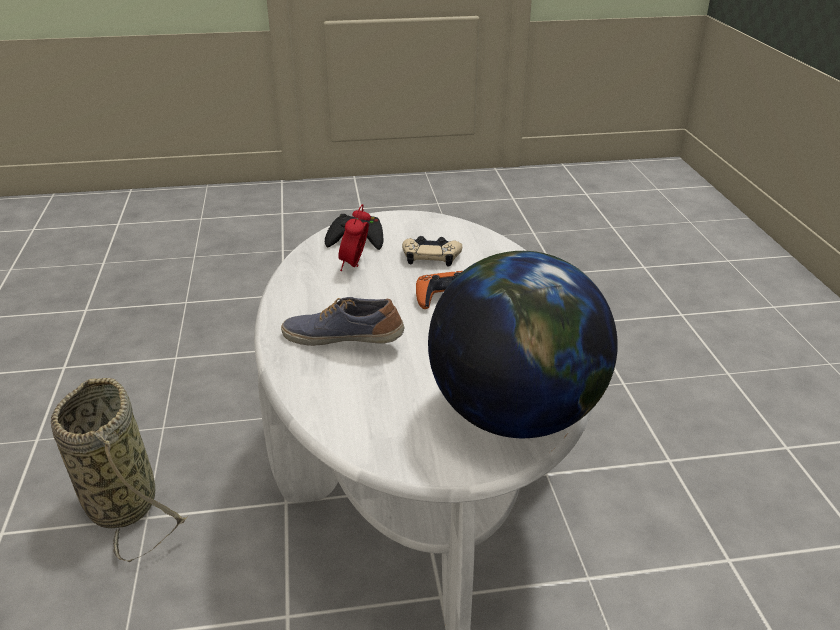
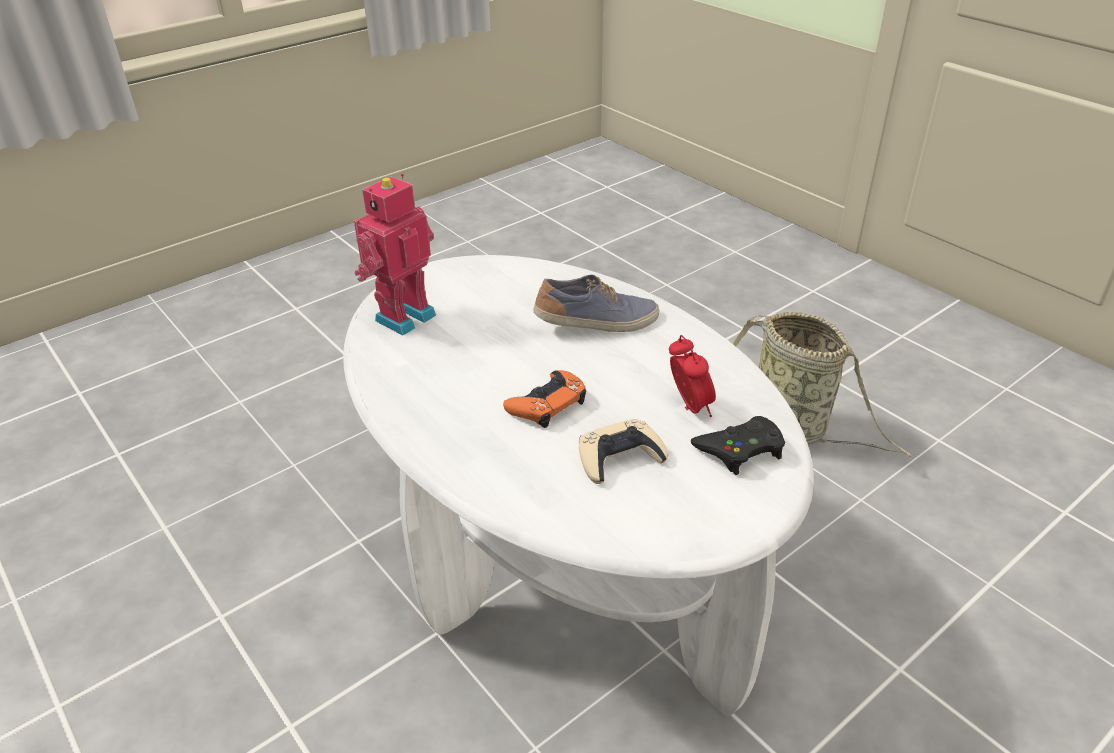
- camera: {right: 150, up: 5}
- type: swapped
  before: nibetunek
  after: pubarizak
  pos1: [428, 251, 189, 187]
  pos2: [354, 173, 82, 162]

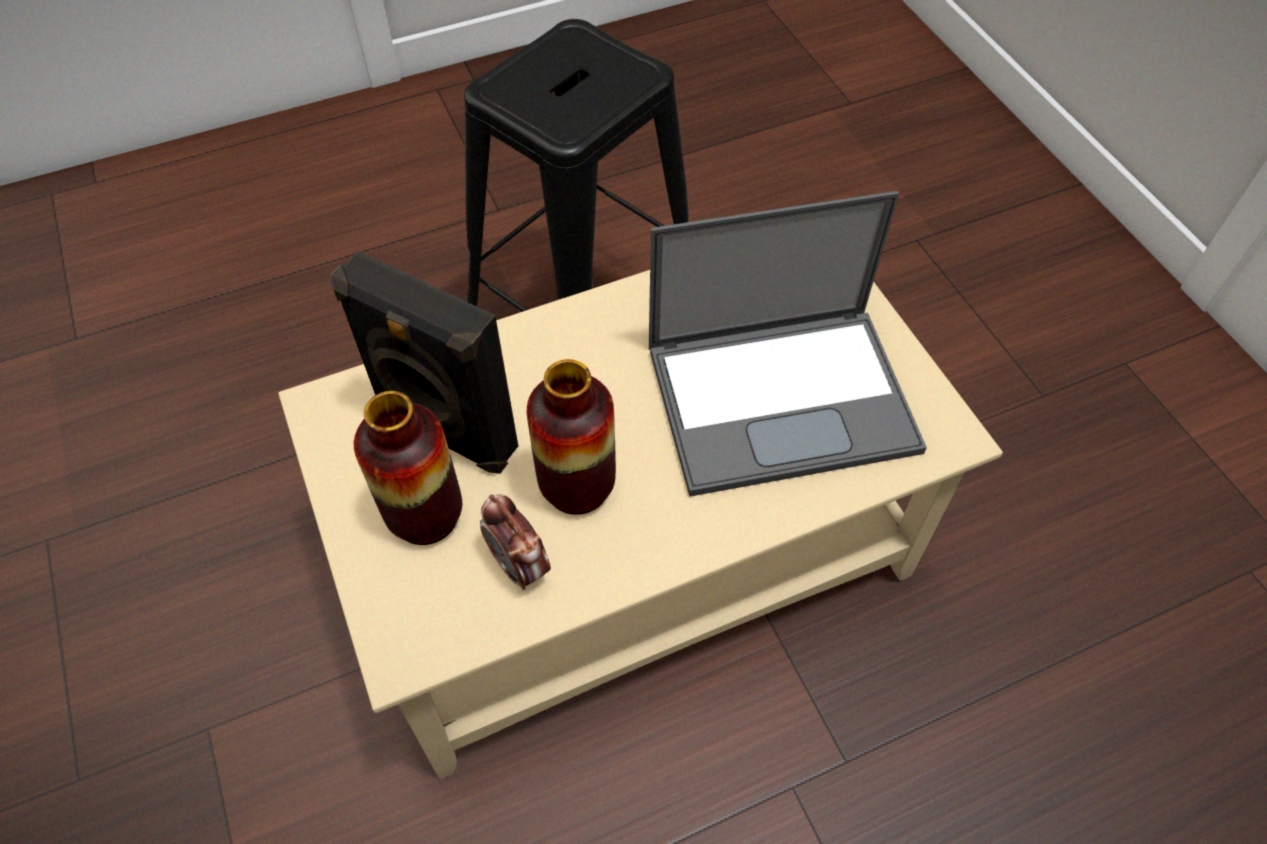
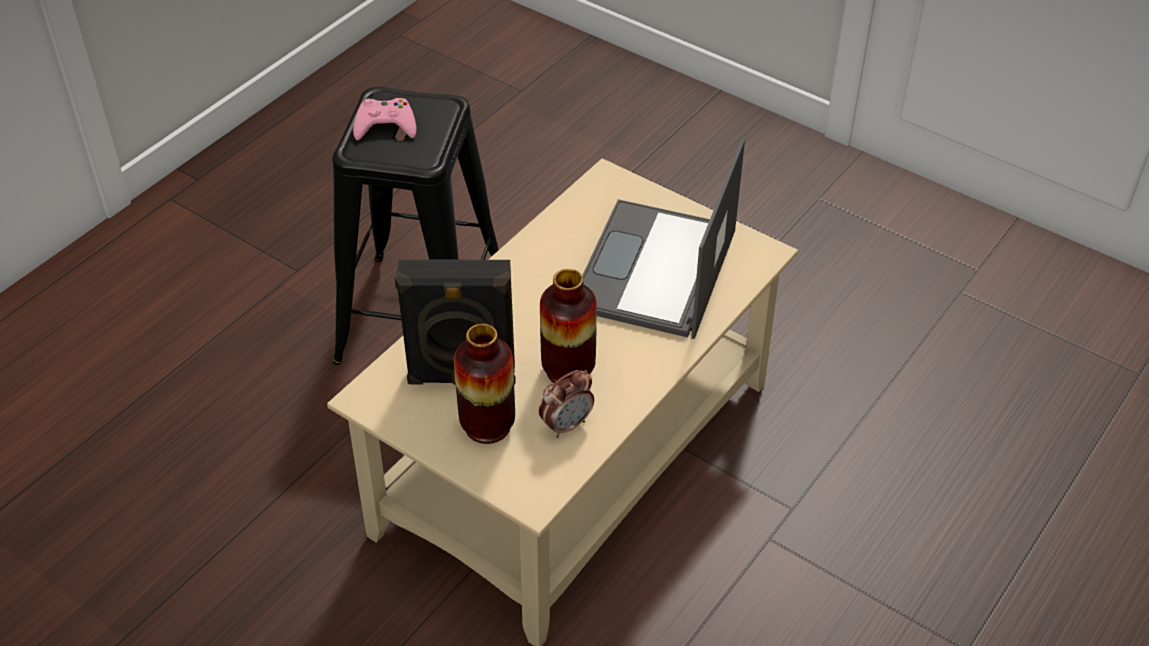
- camera: {right: -30, up: -10}
- type: rotated
  before: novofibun
  pos1: [480, 494, 71, 96]
  pos2: [539, 370, 55, 68]
  turn: -60
- type: rotated
  before: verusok
  pos1: [649, 191, 278, 306]
  pos2: [582, 139, 163, 200]
  turn: 150
- type: new
  after: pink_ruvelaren
  pos2: [353, 98, 64, 42]

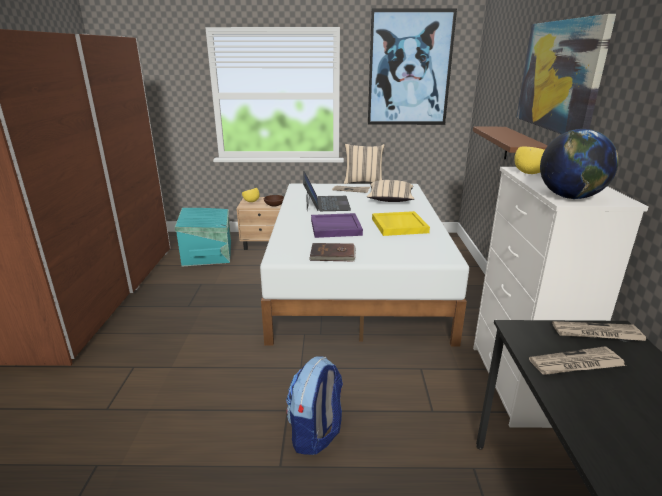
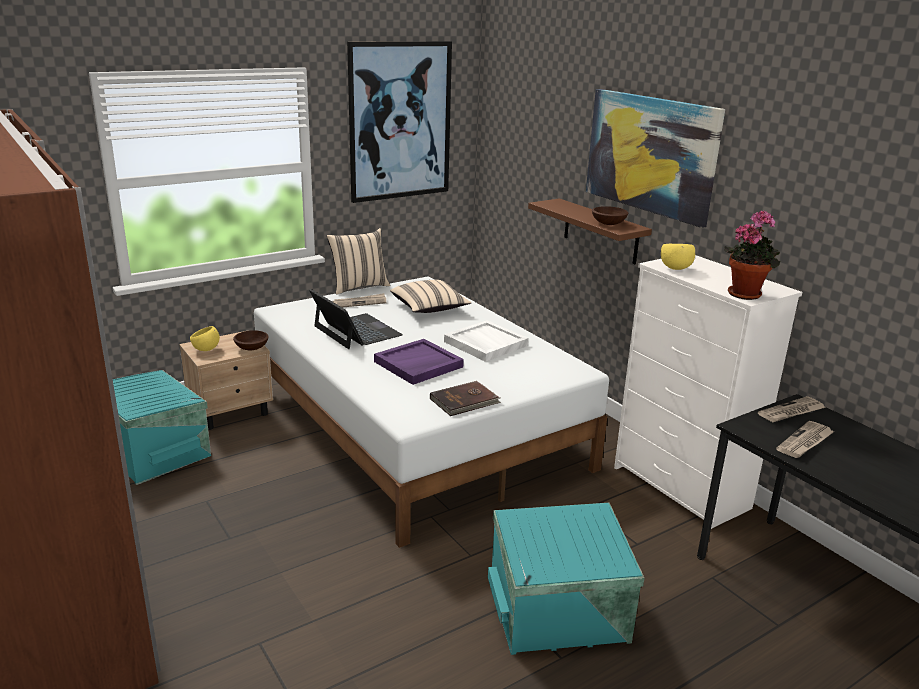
- camera: {right: -35, up: 0}
- type: swapped
  before: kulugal
  after: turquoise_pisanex
  pos1: [286, 357, 57, 98]
  pos2: [488, 503, 156, 152]
- type: repainted
  before: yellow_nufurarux
  after: white_nufurarux
  pos1: [372, 211, 58, 25]
  pos2: [444, 320, 85, 42]
- type: swapped
  before: nibetunek
  after: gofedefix
  pos1: [540, 129, 79, 70]
  pos2: [724, 211, 56, 89]
- type: new
  after: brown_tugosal
  pos2: [592, 206, 36, 19]

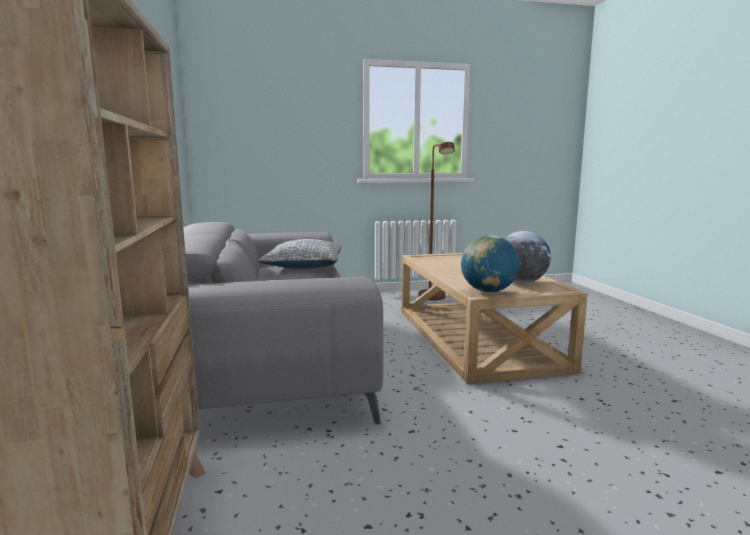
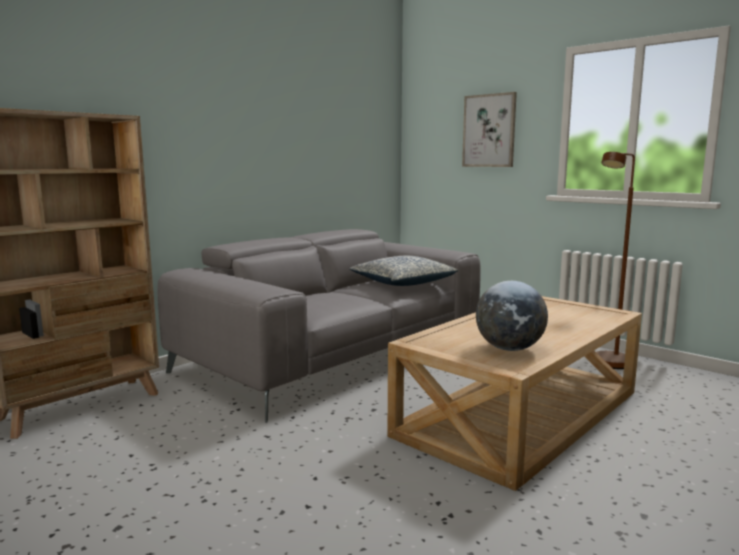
- camera: {right: 55, up: 0}
- type: gone
  before: nibetunek
  pos1: [461, 235, 59, 57]
- type: new
  after: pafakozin
  pos2: [462, 92, 55, 75]

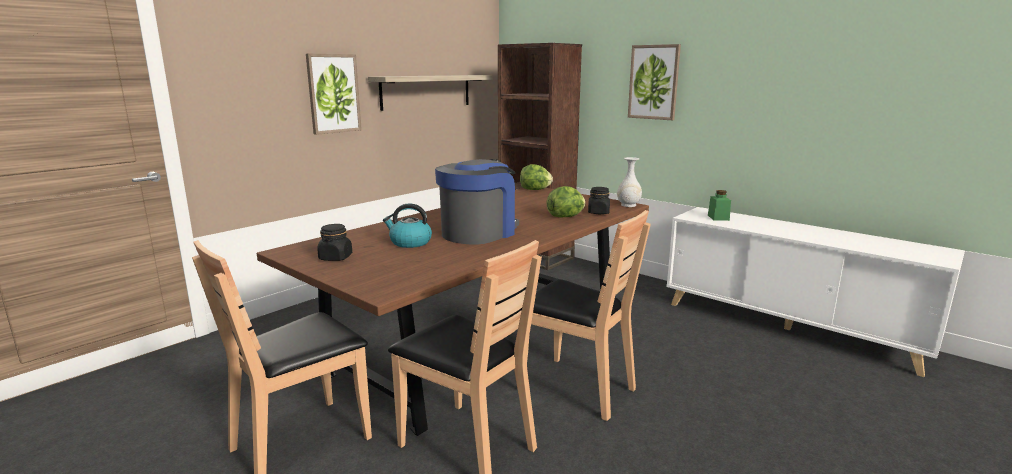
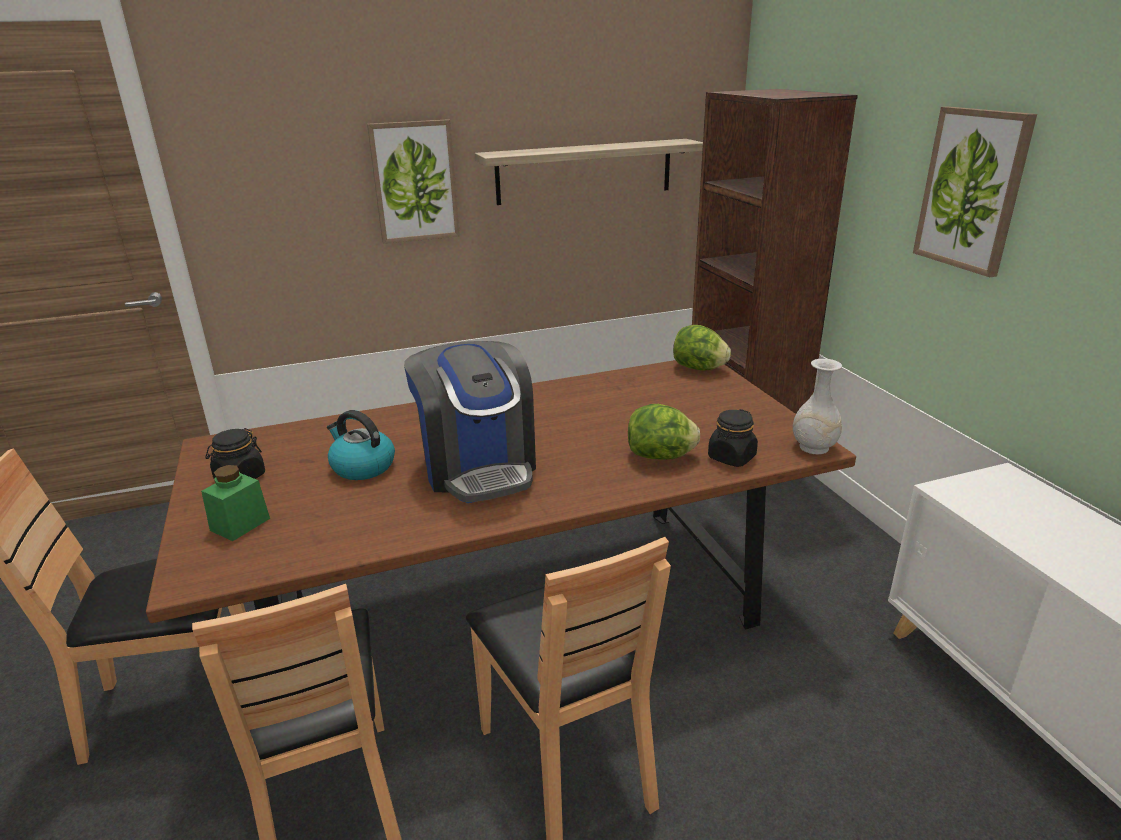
- camera: {right: 30, up: 10}
- type: rotated
  before: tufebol
  pos1: [435, 159, 84, 86]
  pos2: [404, 341, 132, 162]
  turn: 90
- type: shifted
  before: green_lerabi
  pos1: [708, 190, 23, 31]
  pos2: [201, 465, 69, 76]

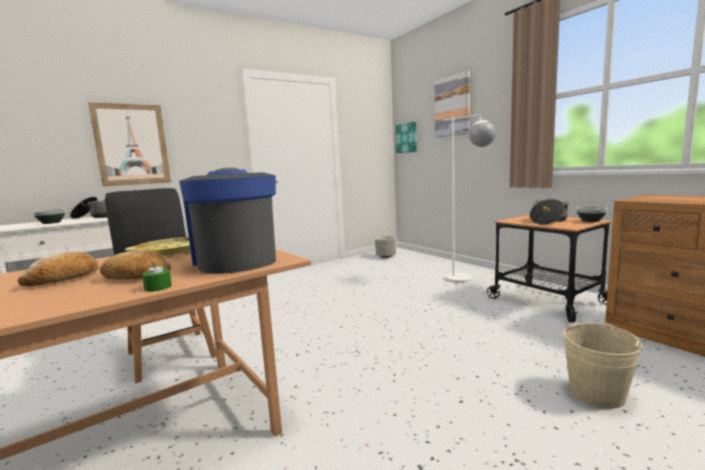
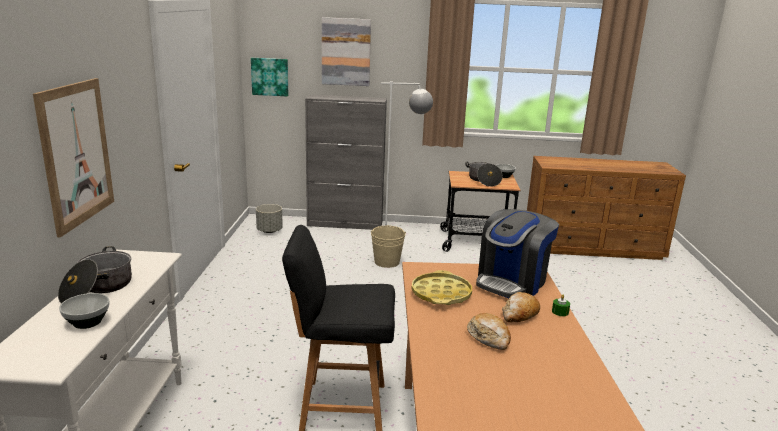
- camera: {right: -55, up: 10}
- type: rotated
  before: tufebol
  pos1: [179, 168, 97, 106]
  pos2: [476, 209, 83, 89]
  turn: -60
- type: shifted
  before: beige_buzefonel
  pos1: [563, 323, 79, 86]
  pos2: [370, 225, 36, 43]
- type: new
  after: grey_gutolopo
  pos2: [305, 95, 82, 135]

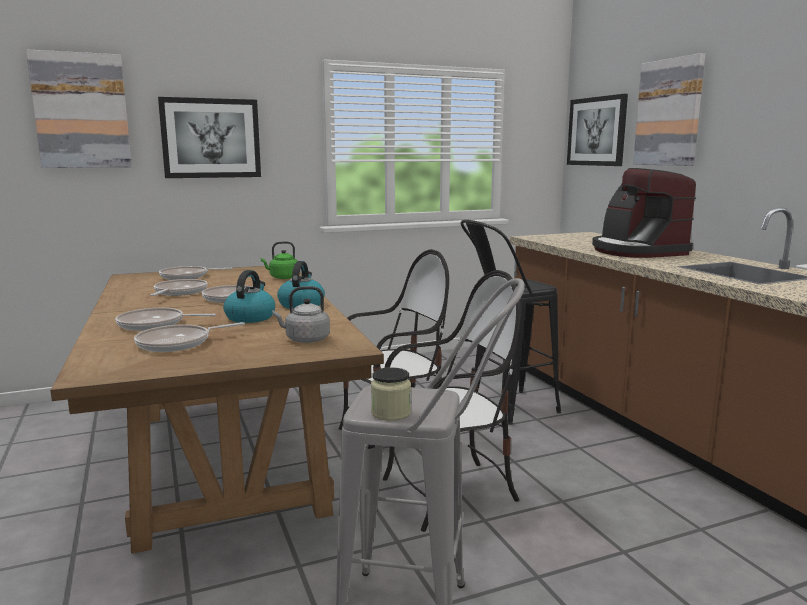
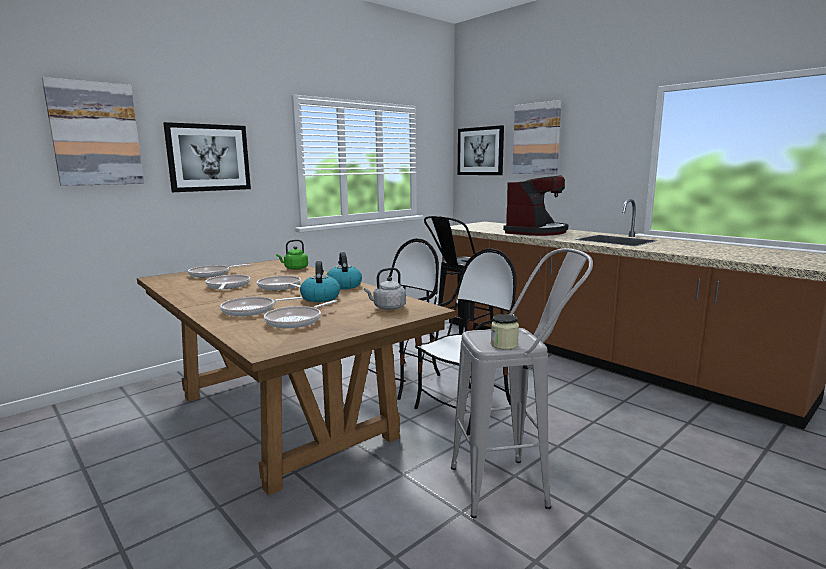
- camera: {right: -20, up: 0}
- type: rotated
  before: tufebol
  pos1: [592, 168, 104, 90]
  pos2: [503, 175, 65, 61]
  turn: -105

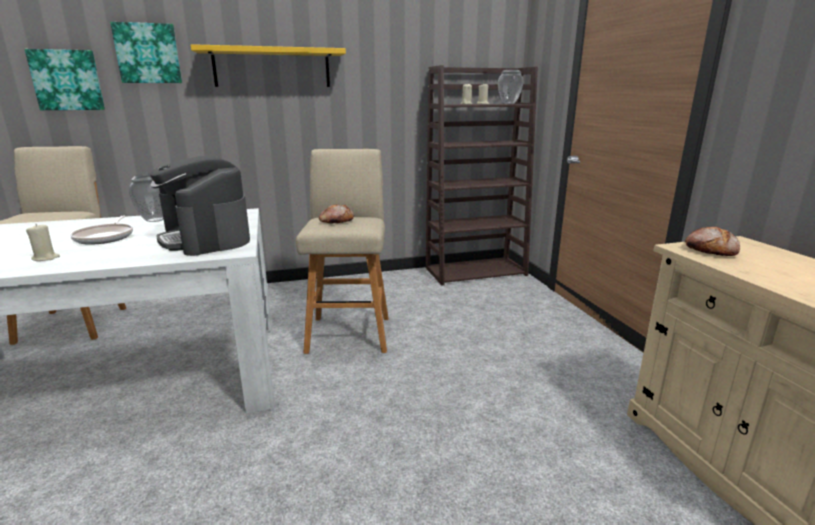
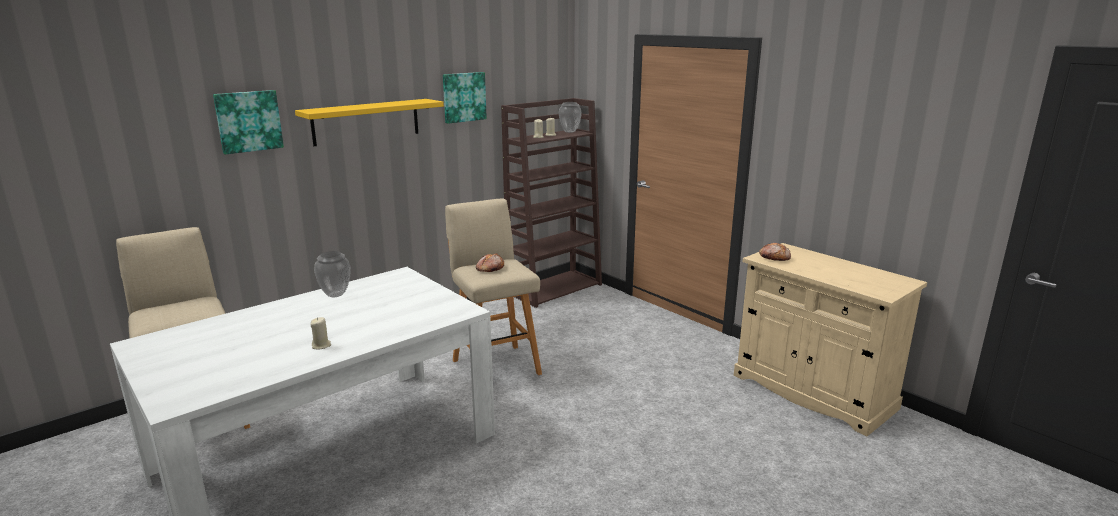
- camera: {right: -25, up: 0}
- type: shifted
  before: pafakozin
  pos1: [25, 49, 80, 61]
  pos2: [443, 72, 44, 52]
- type: gone
  before: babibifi
  pos1: [70, 216, 63, 29]
- type: gone
  before: tufebol
  pos1: [150, 156, 100, 100]

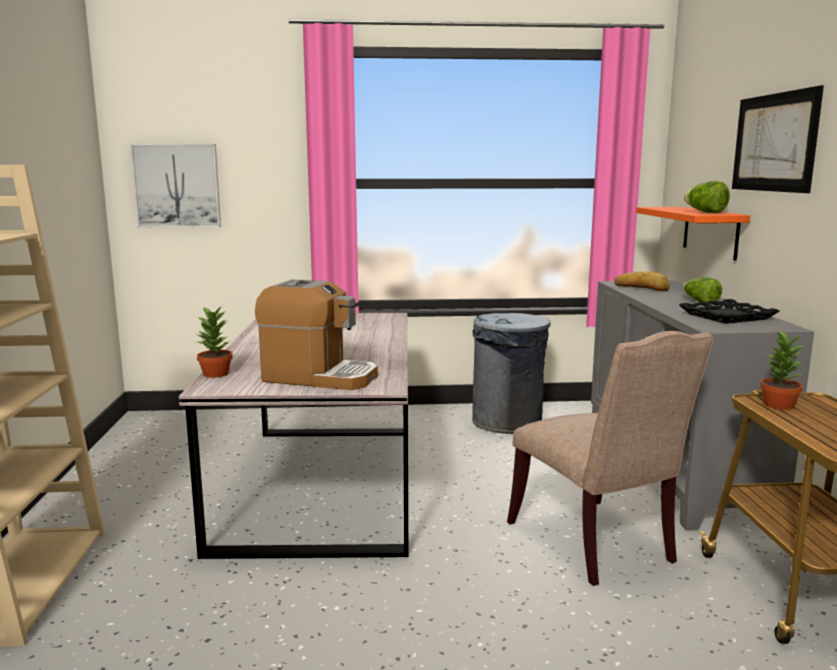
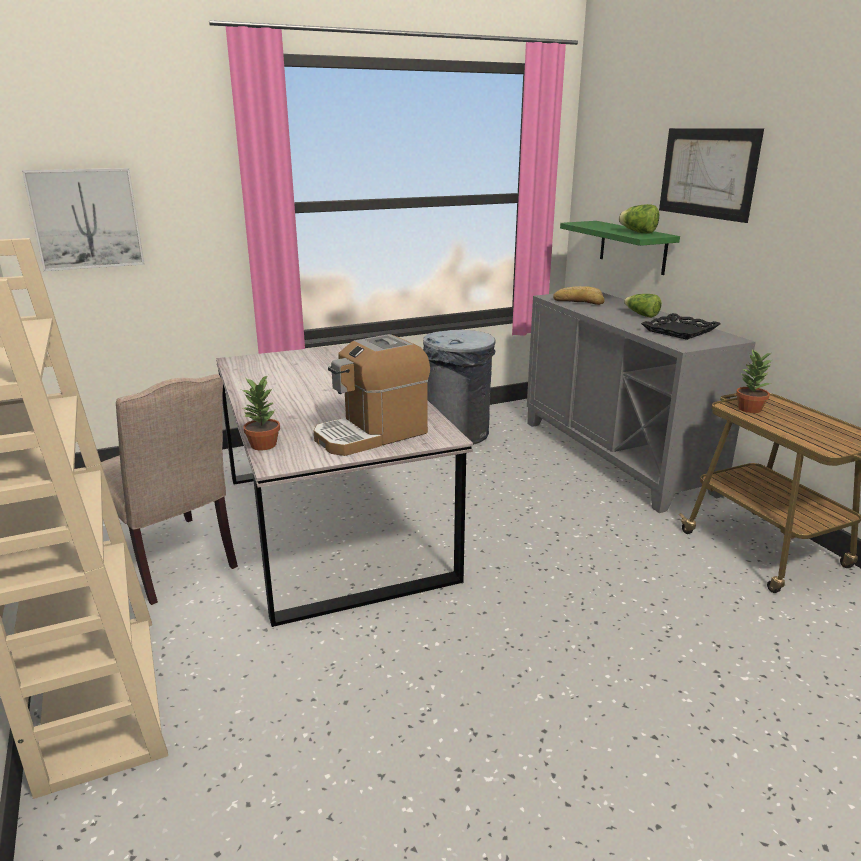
- camera: {right: -20, up: 10}
- type: rotated
  before: tufebol
  pos1: [255, 279, 123, 111]
  pos2: [314, 334, 116, 122]
  turn: 150
- type: shifted
  before: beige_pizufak
  pos1: [507, 331, 206, 255]
  pos2: [101, 374, 137, 231]
- type: repainted
  before: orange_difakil
  after: green_difakil
  pos1: [636, 207, 114, 53]
  pos2: [560, 221, 120, 54]

